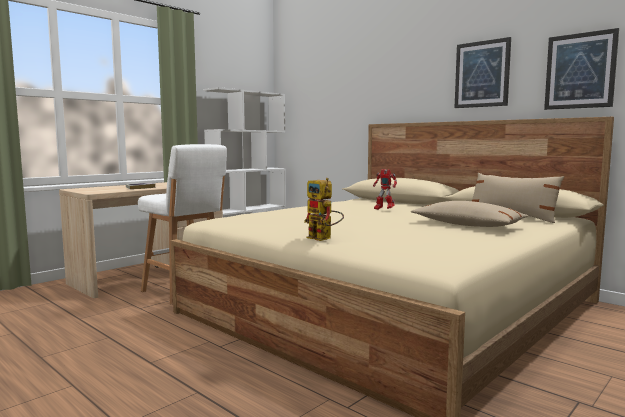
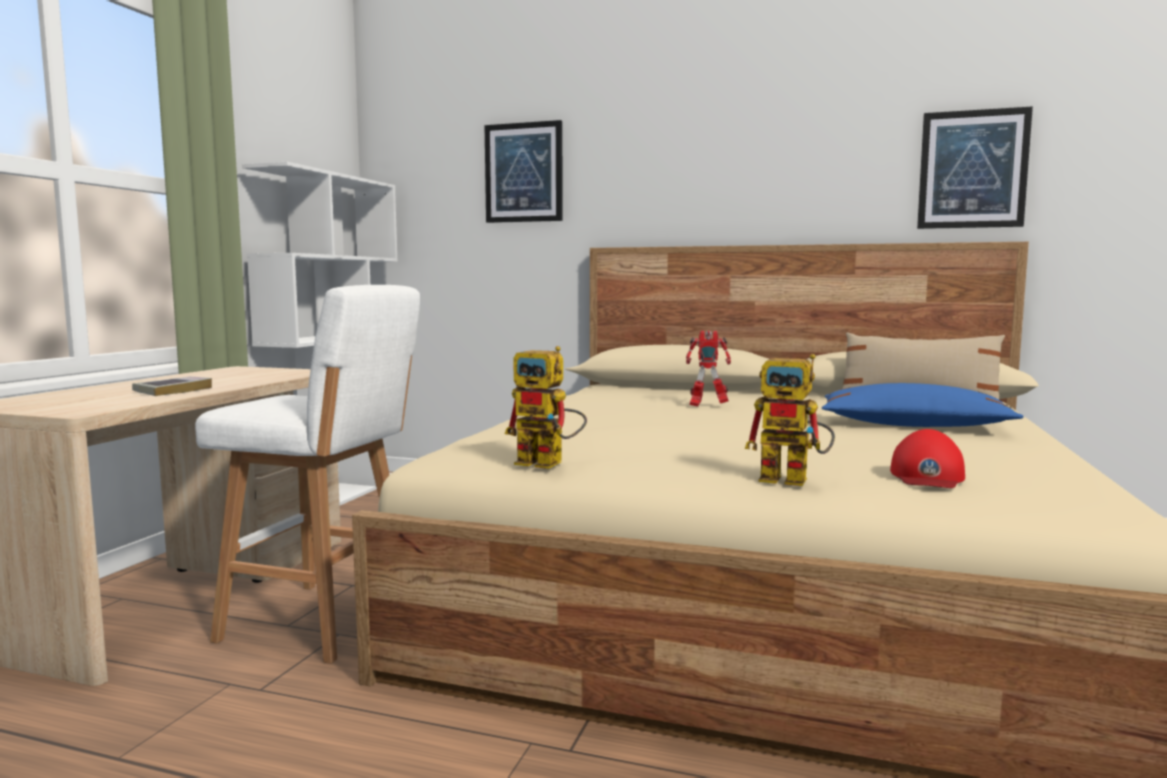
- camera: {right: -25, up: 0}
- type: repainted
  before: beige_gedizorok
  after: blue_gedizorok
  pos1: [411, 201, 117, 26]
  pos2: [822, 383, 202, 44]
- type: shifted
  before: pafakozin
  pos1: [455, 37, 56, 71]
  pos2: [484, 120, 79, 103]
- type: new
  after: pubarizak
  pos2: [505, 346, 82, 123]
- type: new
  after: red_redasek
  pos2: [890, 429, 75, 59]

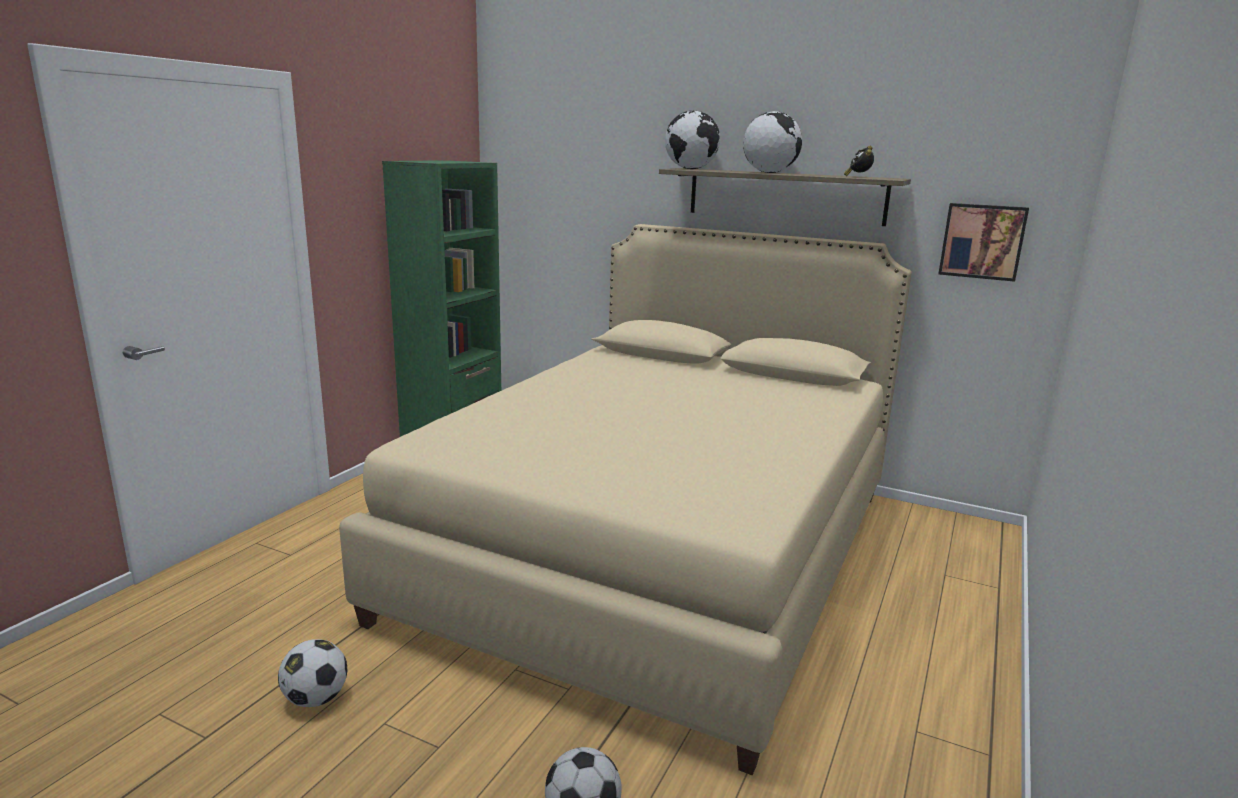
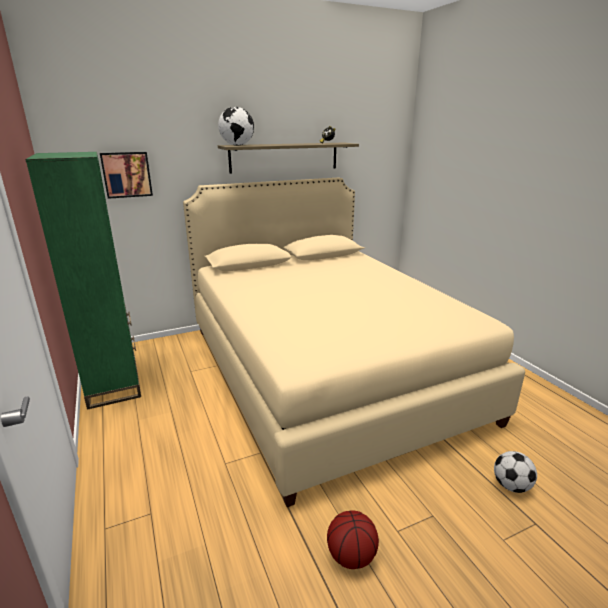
- camera: {right: -50, up: 5}
- type: swapped
  before: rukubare
  after: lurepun
  pos1: [278, 639, 69, 68]
  pos2: [327, 510, 52, 59]
- type: gone
  before: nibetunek
  pos1: [743, 111, 59, 62]
- type: shifted
  before: pafakozin
  pos1: [938, 203, 91, 79]
  pos2: [100, 152, 53, 47]

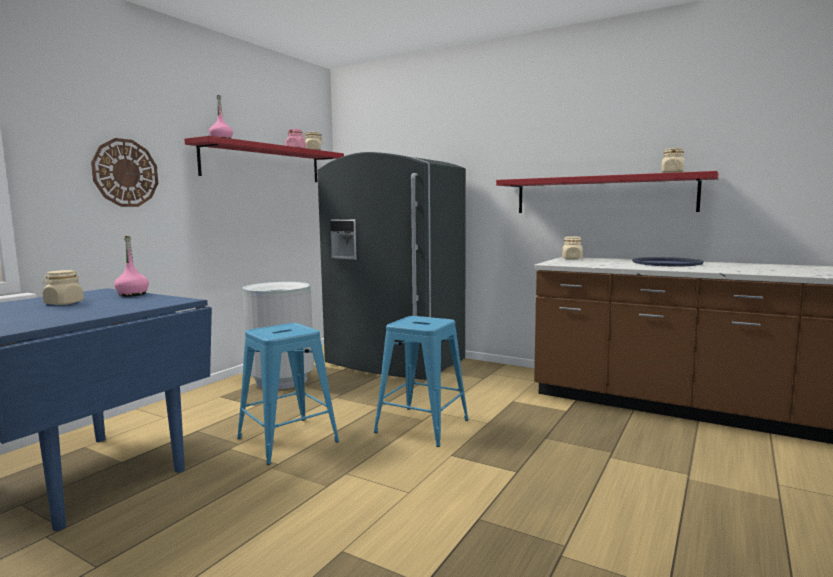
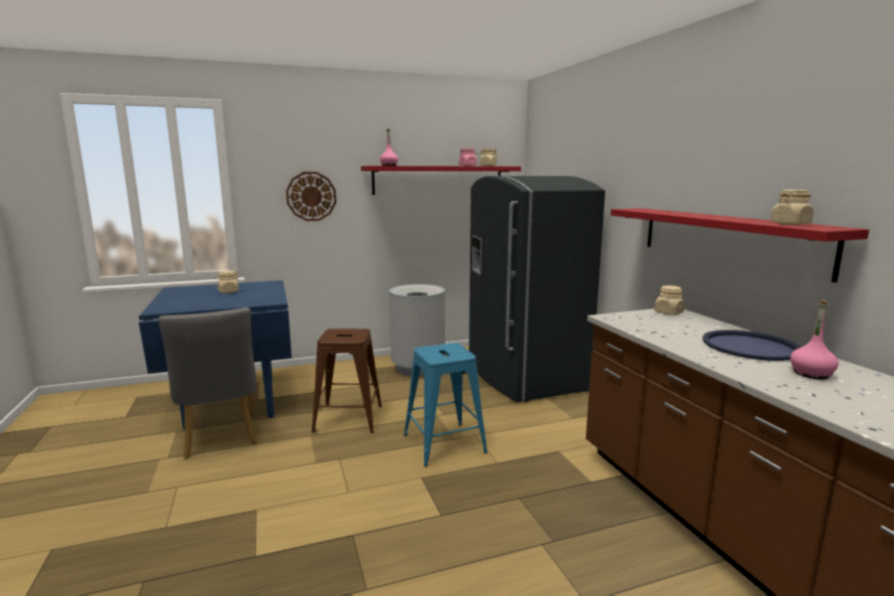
- camera: {right: 40, up: 5}
- type: shifted
  before: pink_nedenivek
  pos1: [114, 236, 35, 61]
  pos2: [790, 300, 49, 80]
- type: repainted
  before: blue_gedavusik
  after: brown_gedavusik
  pos1: [237, 323, 102, 142]
  pos2: [311, 329, 71, 104]
- type: new
  after: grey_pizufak
  pos2: [158, 307, 99, 151]

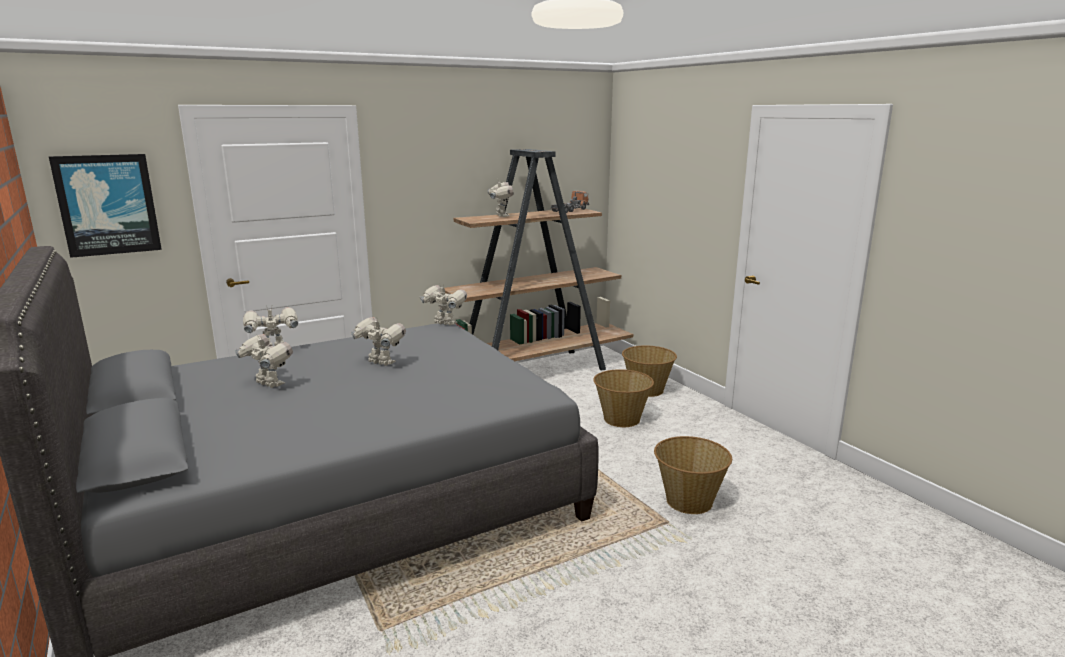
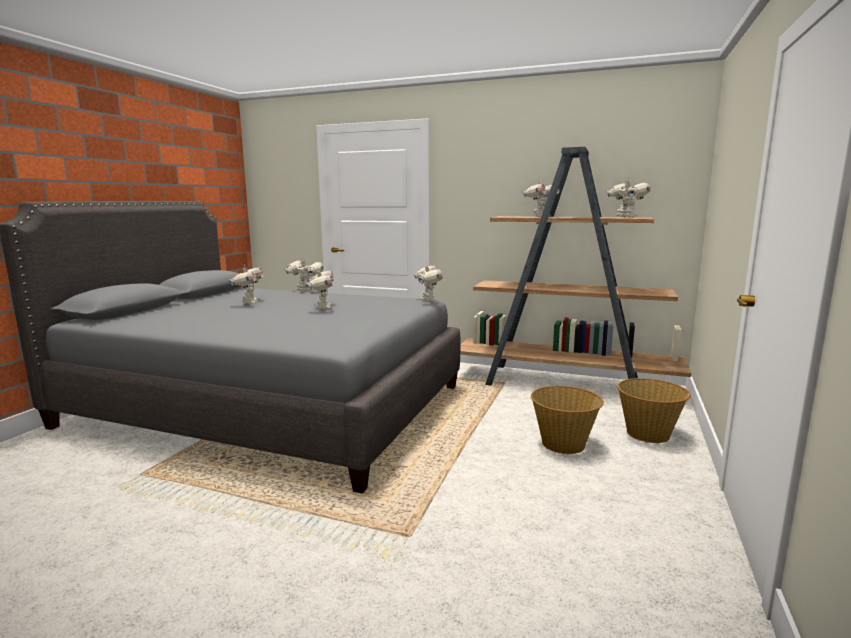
- camera: {right: 50, up: -5}
- type: gone
  before: pafakozin
  pos1: [49, 154, 113, 104]
- type: swapped
  before: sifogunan
  after: pubarizak
  pos1: [551, 191, 38, 22]
  pos2: [606, 177, 45, 40]
- type: gone
  before: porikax
  pos1: [654, 436, 78, 78]

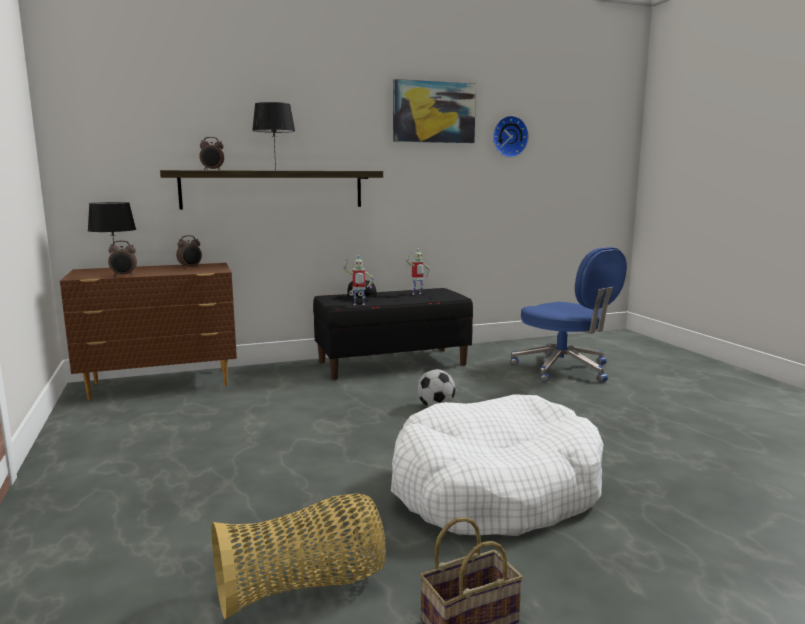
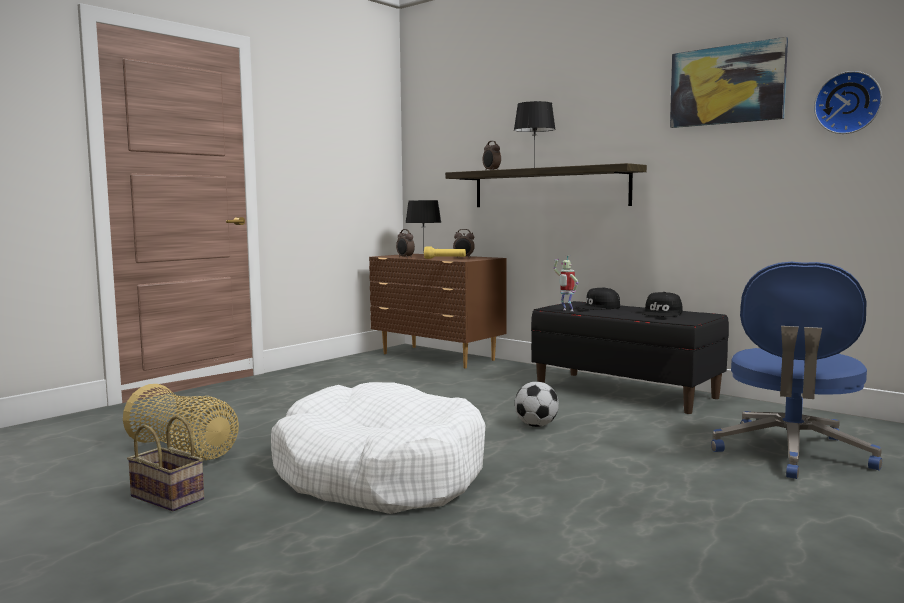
- camera: {right: 60, up: -5}
- type: swapped
  before: pubarizak
  after: black_redasek
  pos1: [406, 248, 24, 47]
  pos2: [642, 292, 41, 25]
- type: new
  after: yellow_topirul
  pos2: [424, 246, 42, 13]

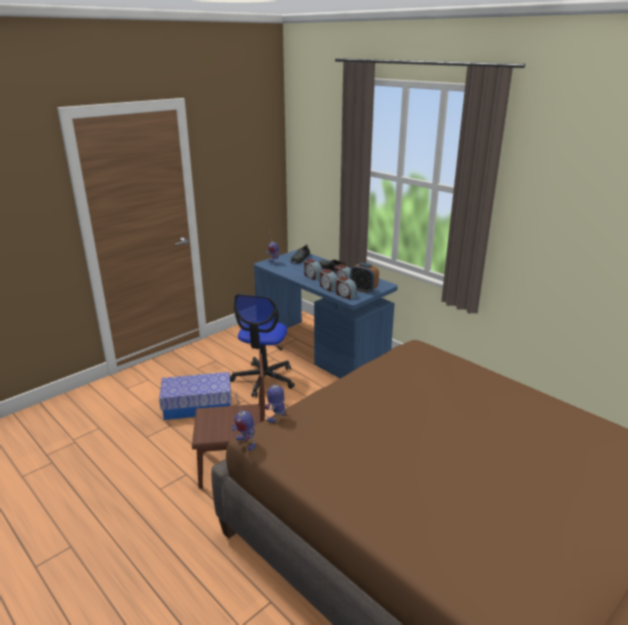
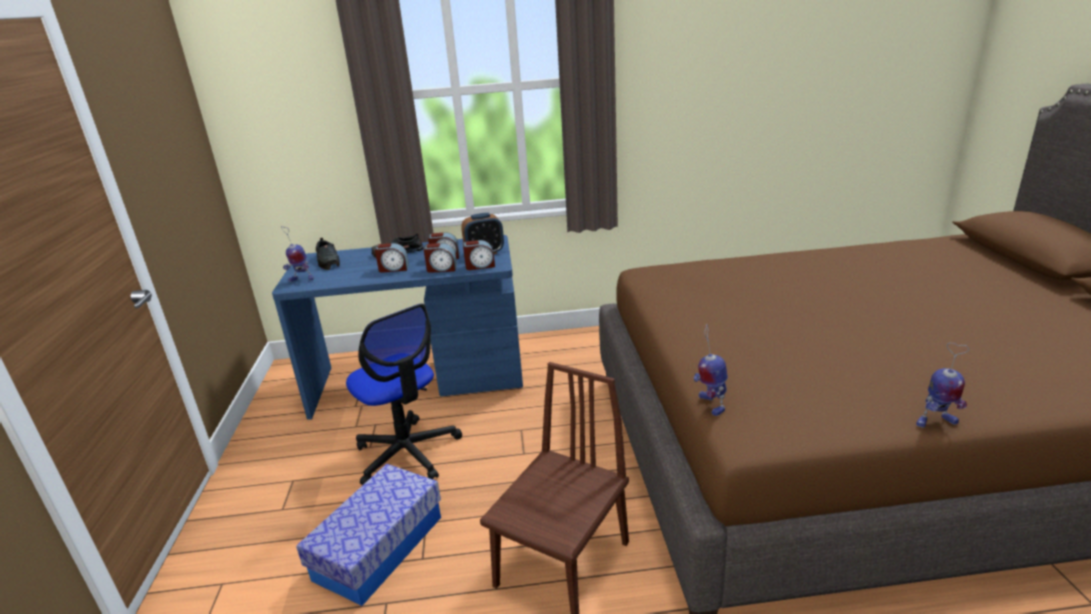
- camera: {right: -50, up: 0}
- type: shifted
  before: pubarizak
  pos1: [231, 392, 25, 59]
  pos2: [916, 343, 53, 85]

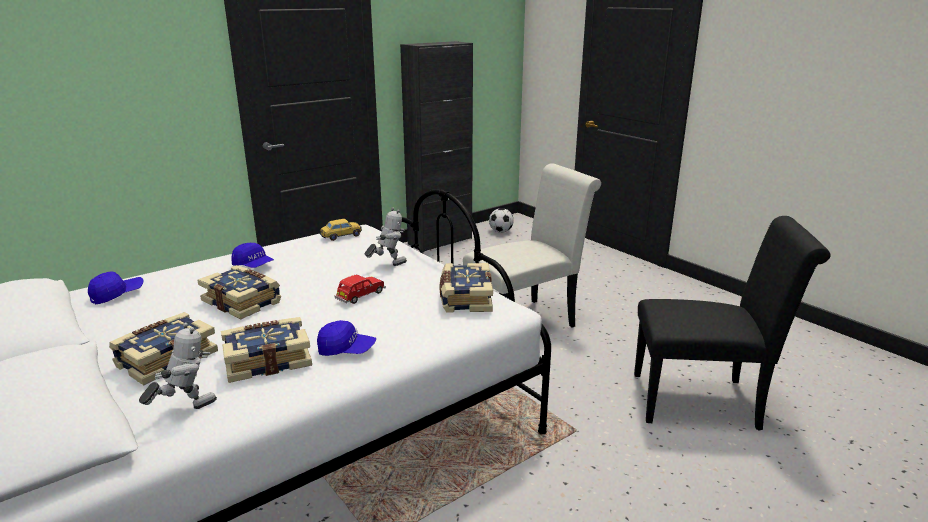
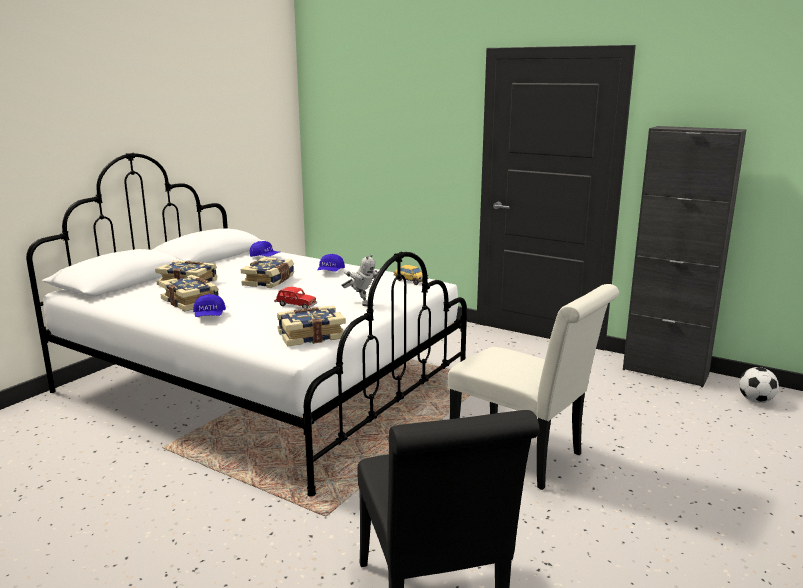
- camera: {right: 70, up: -5}
- type: gone
  before: pubarizak
  pos1: [139, 323, 78, 86]

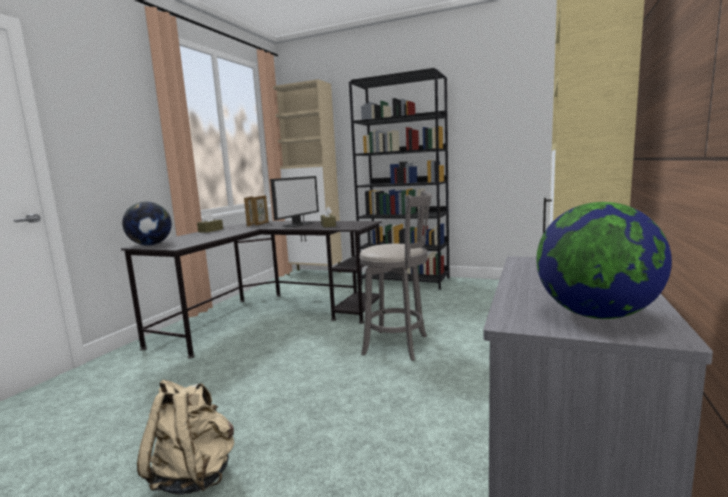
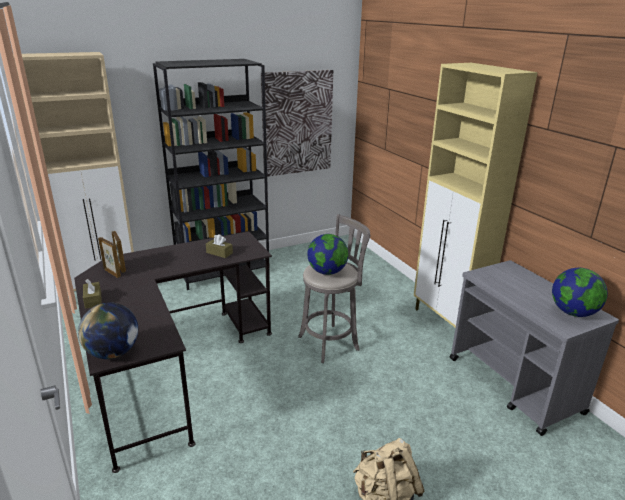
- camera: {right: -50, up: 15}
- type: gone
  before: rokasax
  pos1: [270, 176, 49, 51]
- type: new
  after: pafakozin
  pos2: [261, 70, 72, 107]
- type: new
  after: nibetunek
  pos2: [307, 234, 41, 41]

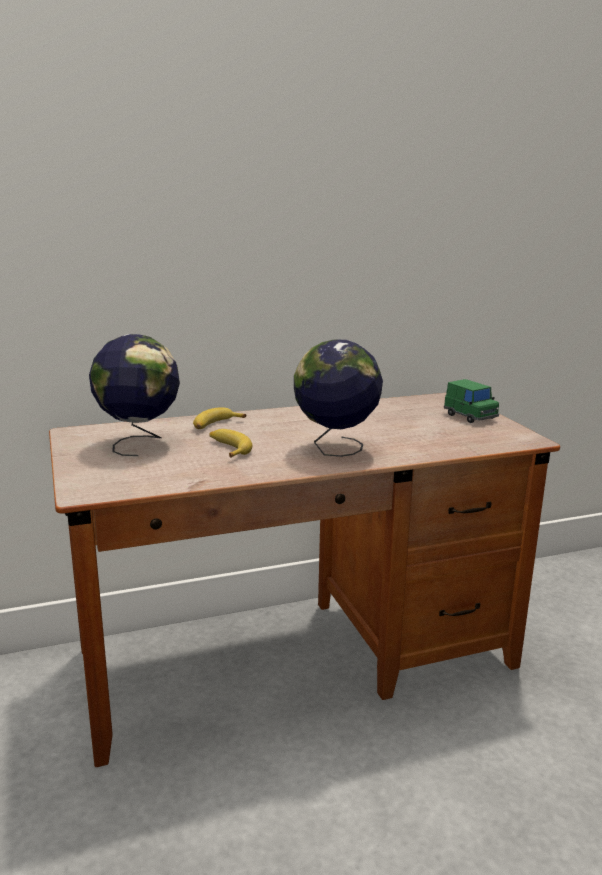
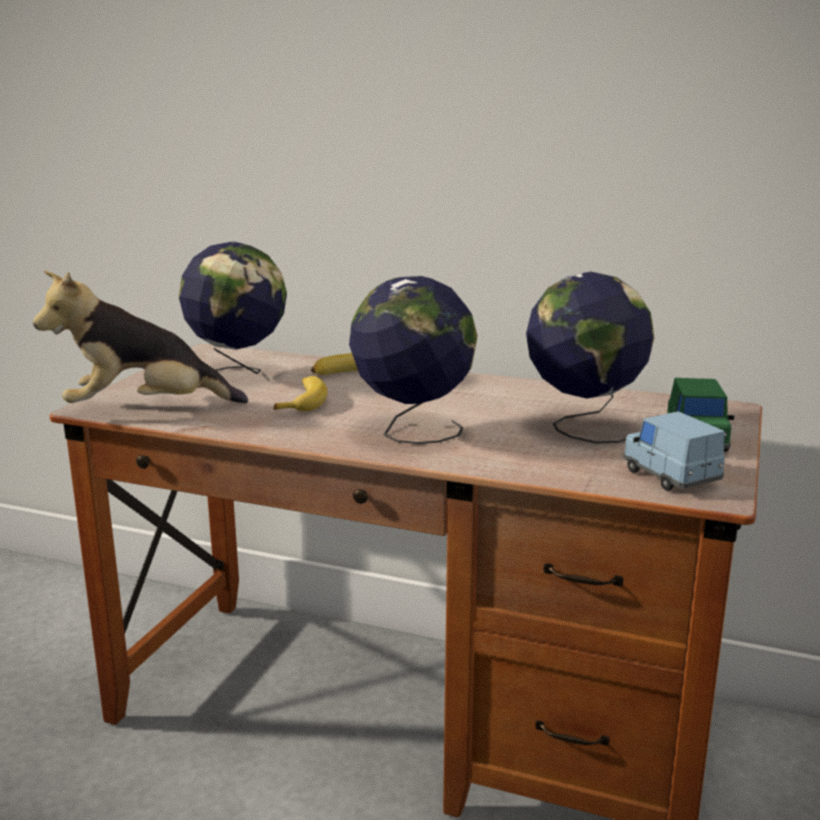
- camera: {right: 40, up: 0}
- type: new
  after: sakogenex
  pos2: [33, 270, 215, 133]
- type: new
  after: nibetunek
  pos2: [526, 272, 129, 171]
- type: new
  after: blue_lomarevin
  pos2: [623, 411, 102, 80]

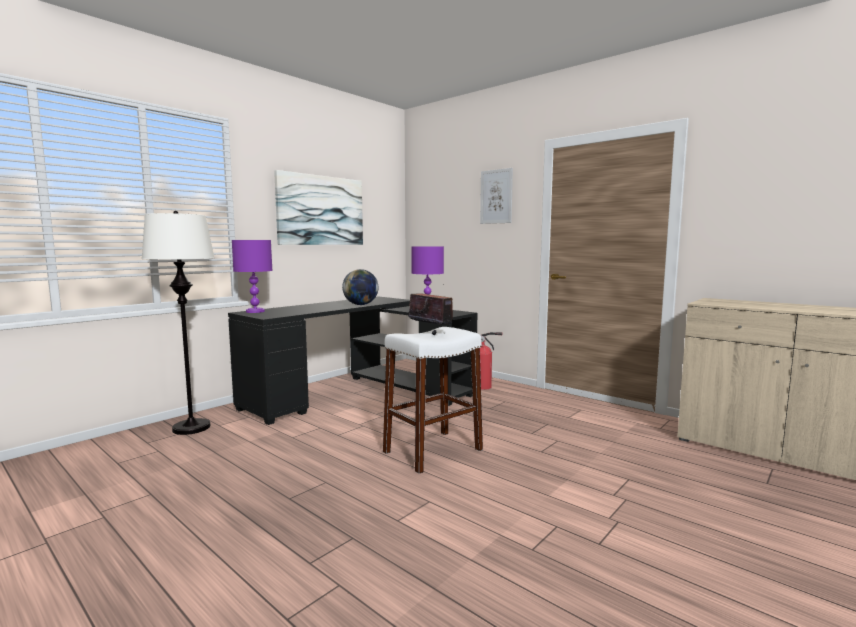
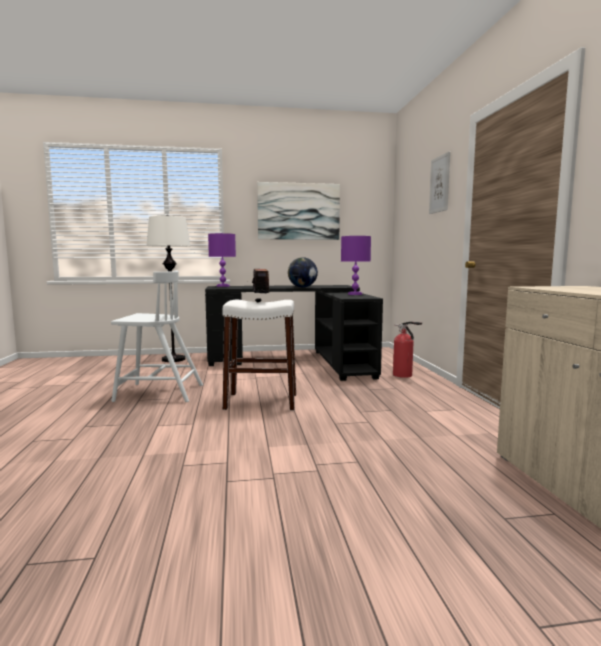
- camera: {right: 40, up: 0}
- type: new
  after: white_pizufak
  pos2: [111, 270, 92, 132]

